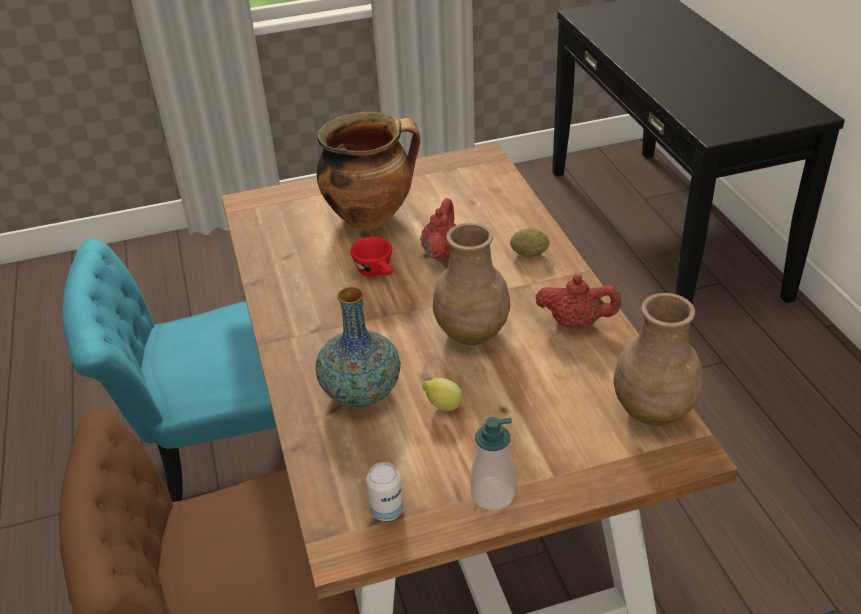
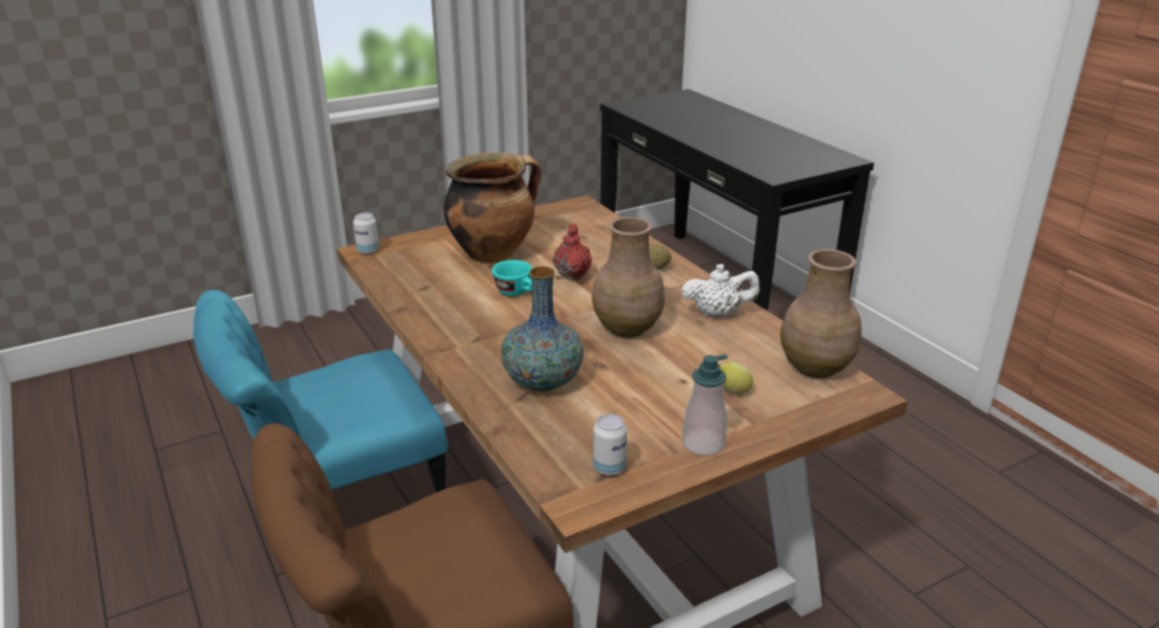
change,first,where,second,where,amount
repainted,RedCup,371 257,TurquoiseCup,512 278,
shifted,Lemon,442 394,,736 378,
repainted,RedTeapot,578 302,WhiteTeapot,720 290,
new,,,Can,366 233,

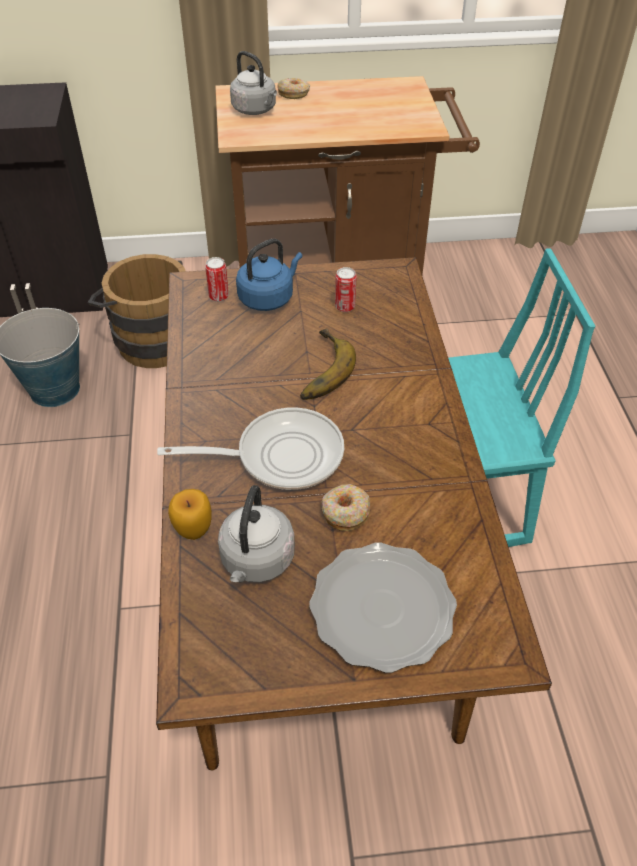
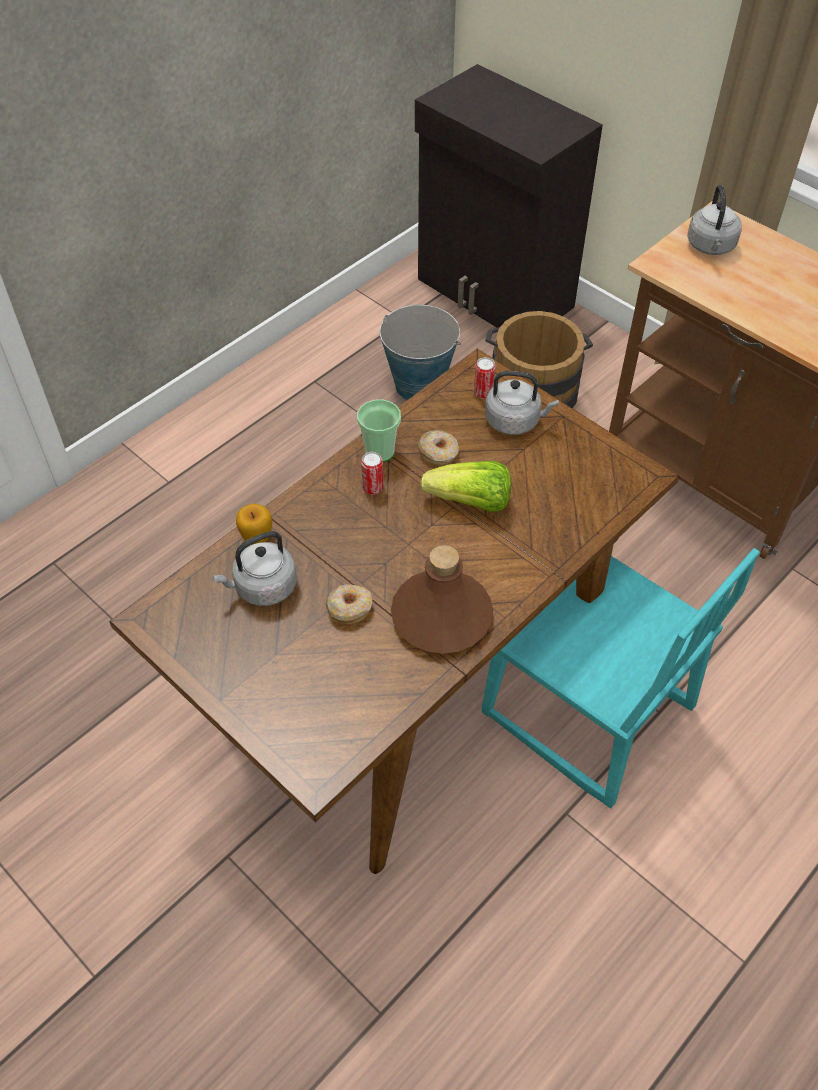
change,first,where,second,where,amount
gone,FryingPan,250 448,,,
repainted,BlueKettle,269 275,GreyKettle,522 403,
shifted,Donut,293 88,,438 447,
swapped,Banana,328 364,Lettuce,465 486,
gone,Plate,383 607,,,
shifted,Can,346 289,,372 473,
new,,,Cup,379 430,
new,,,BrownBottle,442 599,

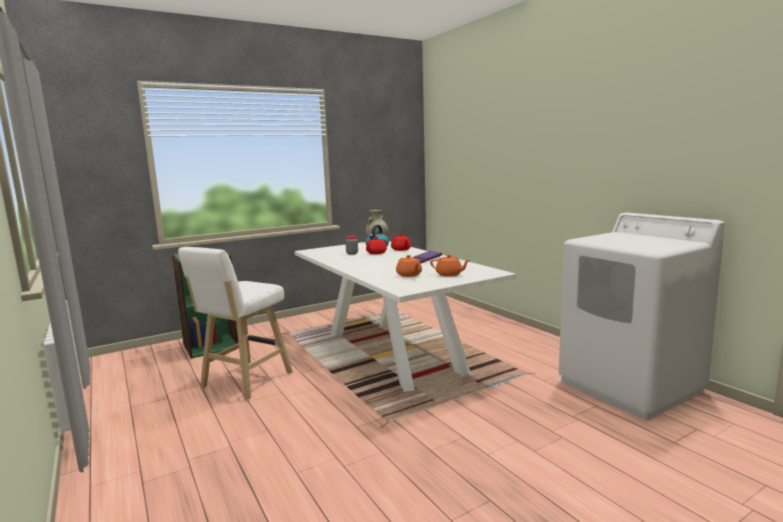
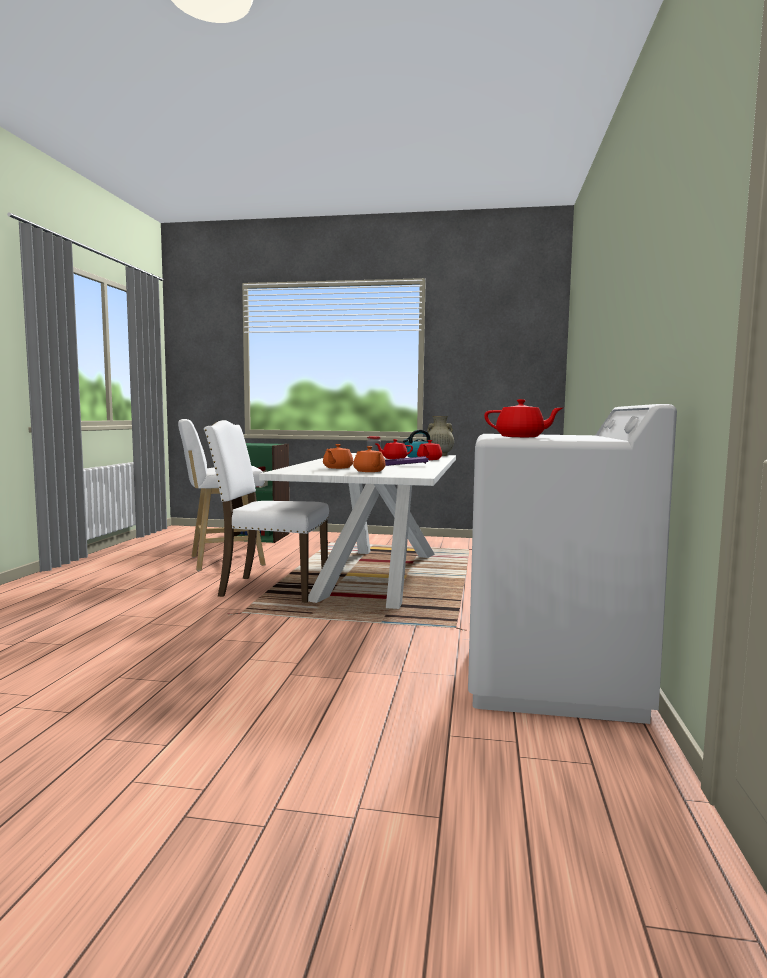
change,first,where,second,where,amount
new,,,WhiteChair,266 511,
new,,,RedTeapot,523 418,

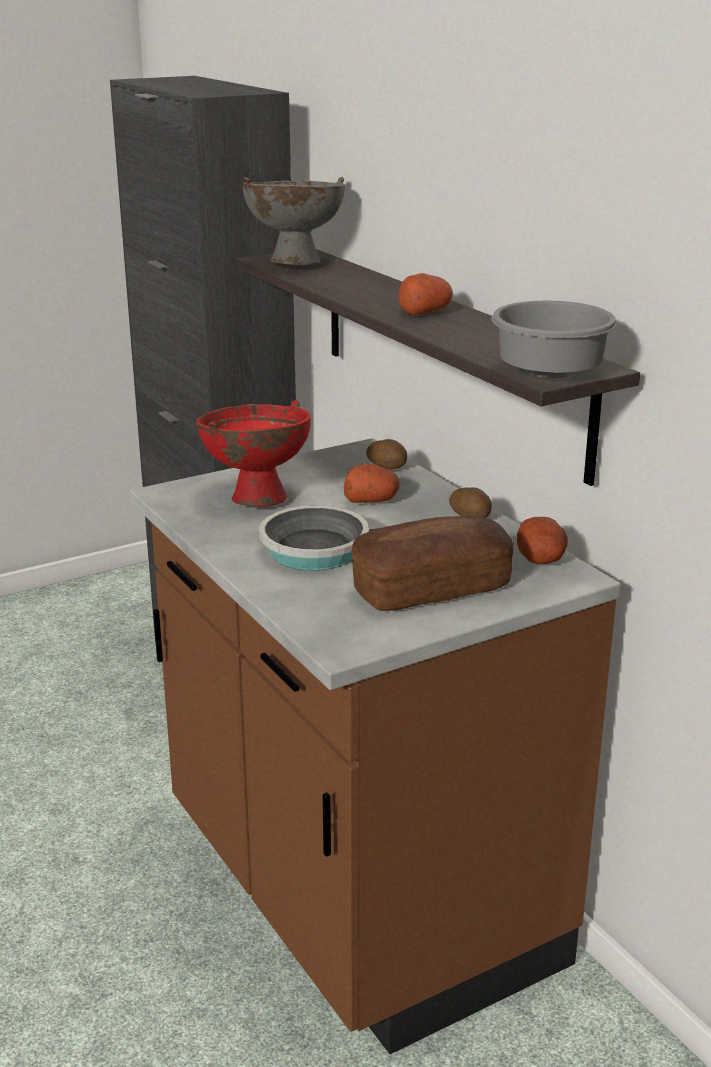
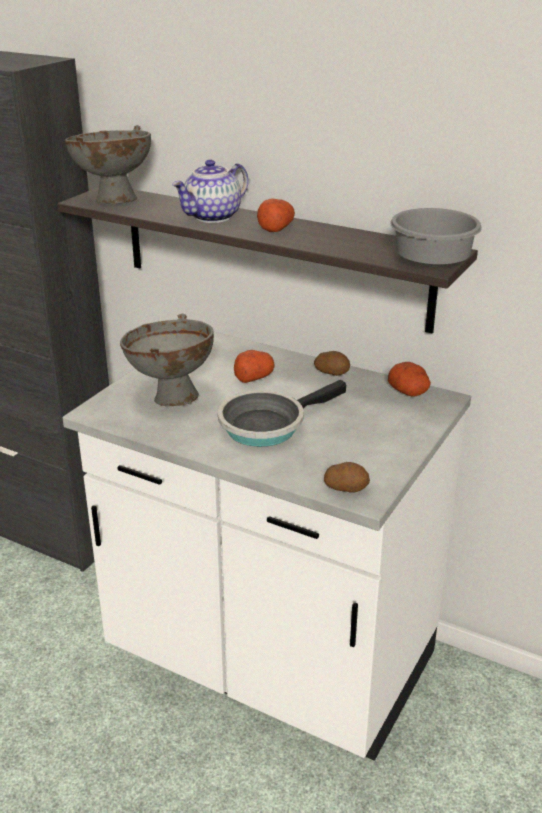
change,first,where,second,where,amount
repainted,BrownCounter,375 746,WhiteCounter,266 546,
repainted,RedBowl,253 453,GreyBowl,167 359,
gone,Bread,432 563,,,
shifted,Potato,386 454,,347 477,
new,,,Teapot,210 191,

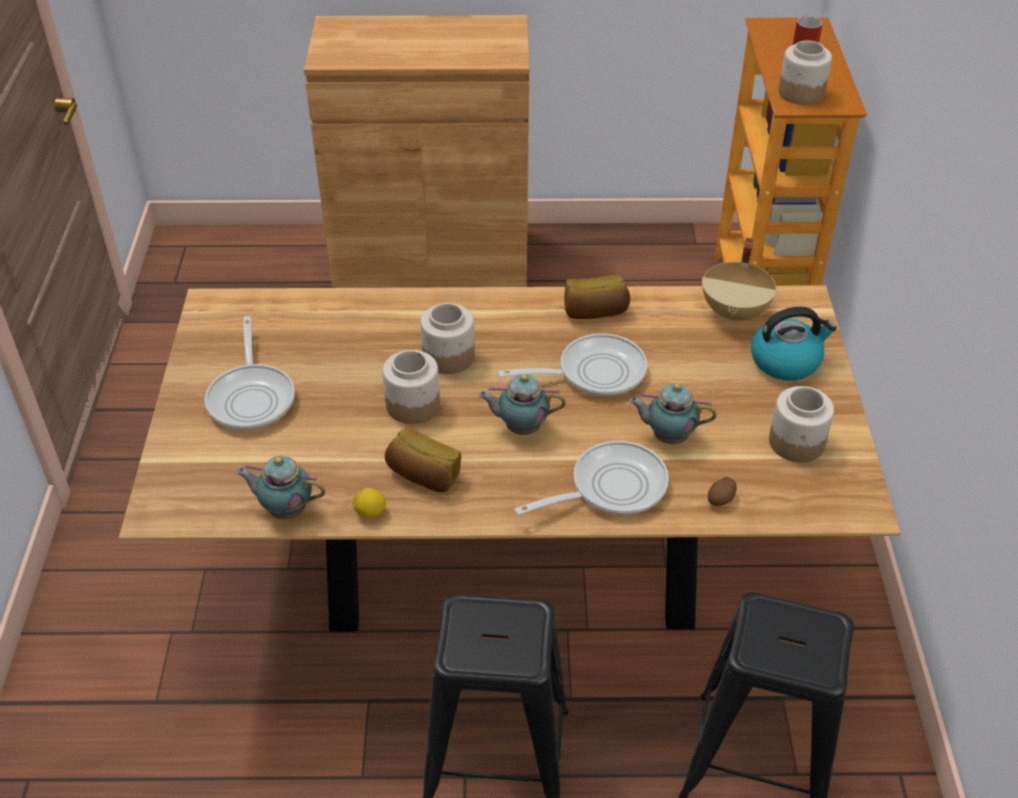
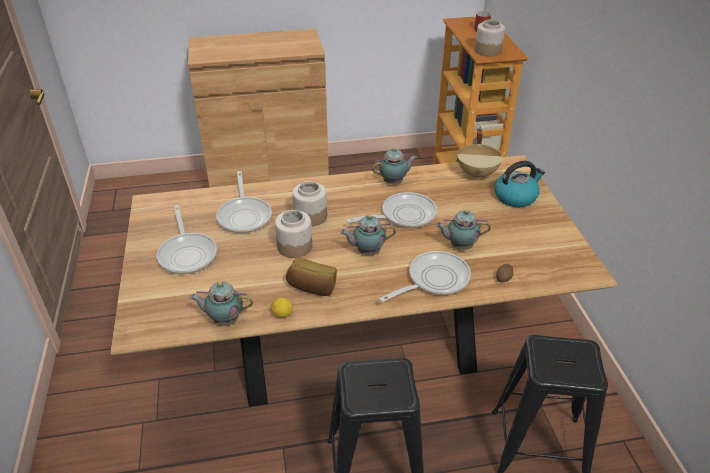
change,first,where,second,where,amount
swapped,Bread,597 297,Teapot,394 165,
gone,Jar,801 424,,,
new,,,FryingPan,244 202,

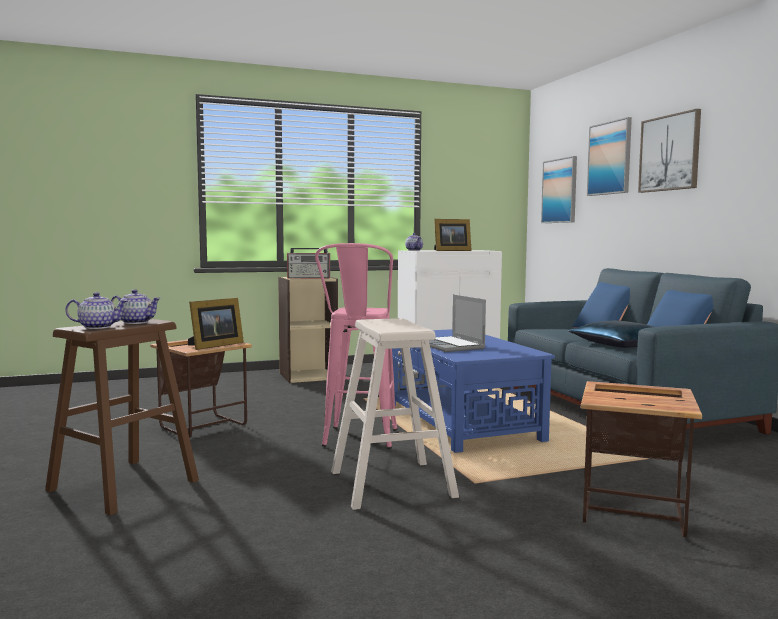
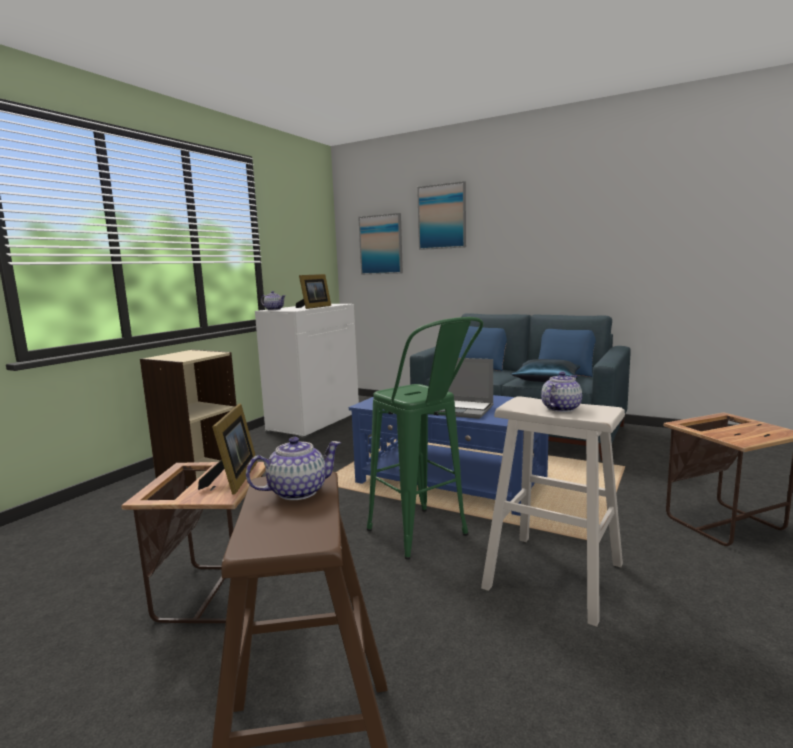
change,first,where,second,where,amount
shifted,Teapot,96 310,,561 391,
gone,Radio,308 263,,,
repainted,PinkStool,356 346,GreenStool,425 438,
gone,Picture,669 151,,,

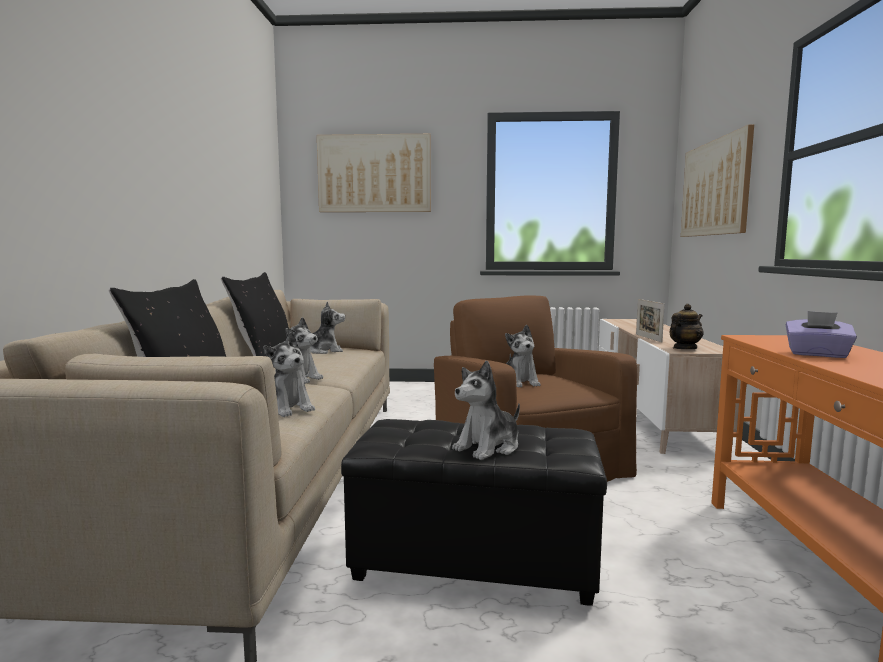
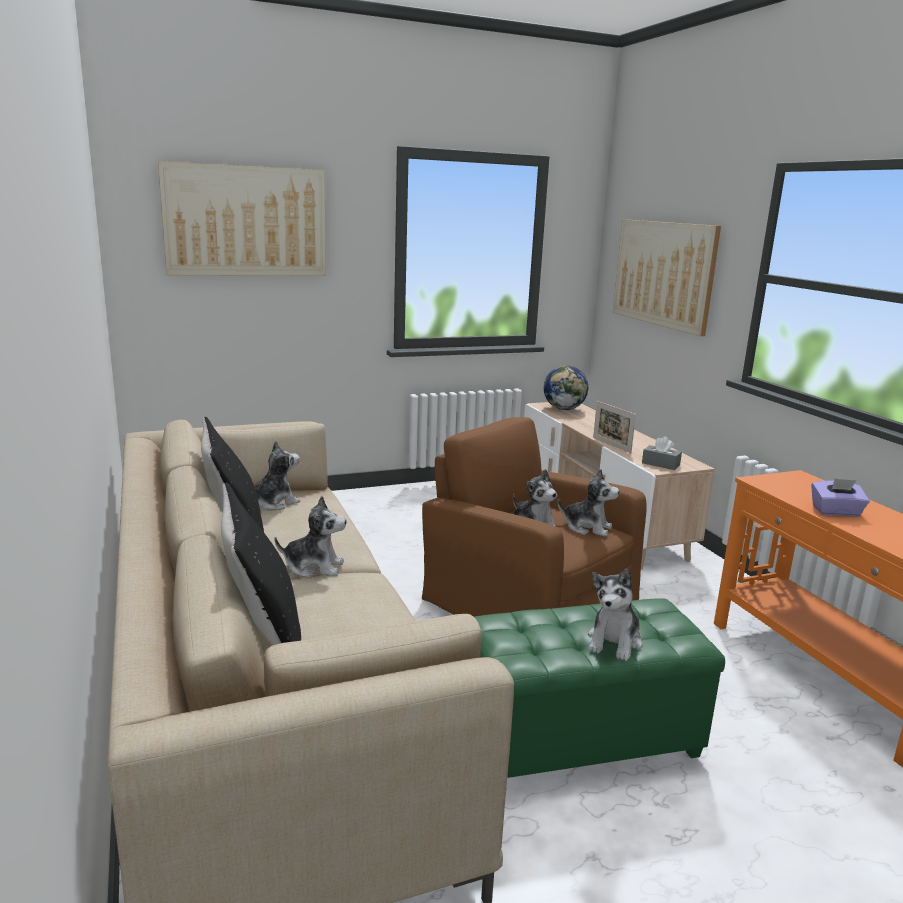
change,first,where,second,where,amount
shifted,PlushToy,289 374,,588 503,
repainted,BlackOttoman,474 512,GreenOttoman,599 688,
swapped,Teapot,687 326,GreyTissueBox,662 453,
new,,,Globe,566 387,

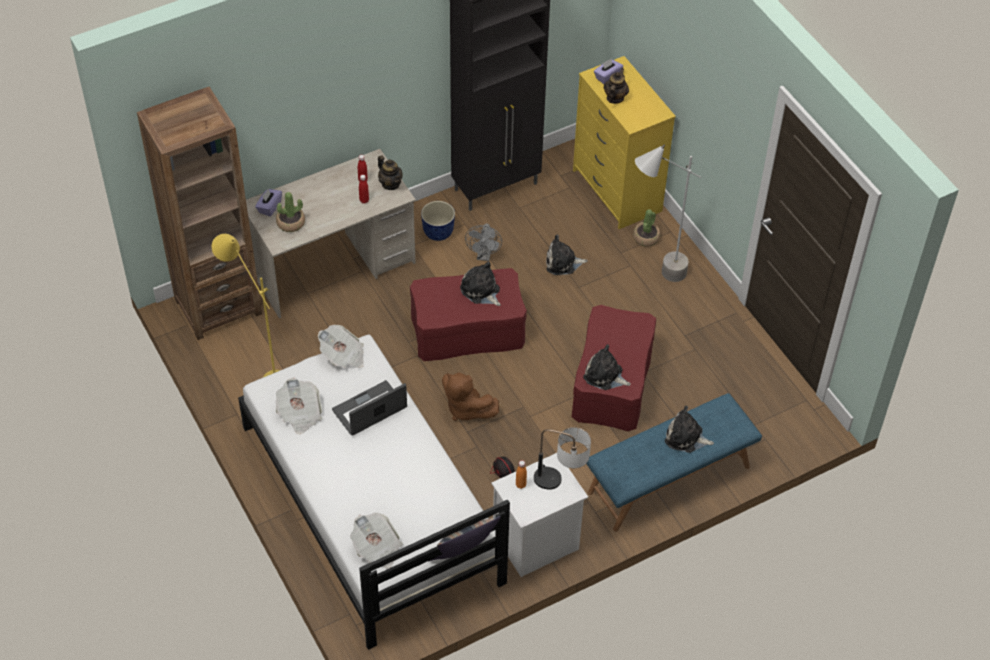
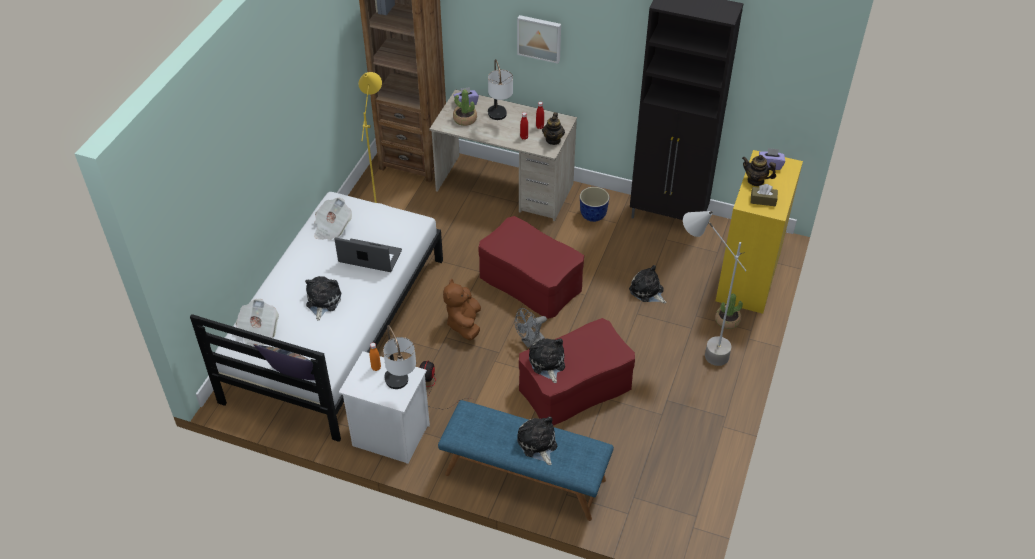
change,first,where,second,where,amount
gone,Newspaper,341 346,,,
shifted,PlushToy,480 284,,323 298,
shifted,GreyFan,483 242,,531 328,
rotated,Teapot,616 86,,759 170,135 degrees counterclockwise
new,,,TableLamp,500 89,
new,,,Picture,539 39,
new,,,BrownTissueBox,764 195,

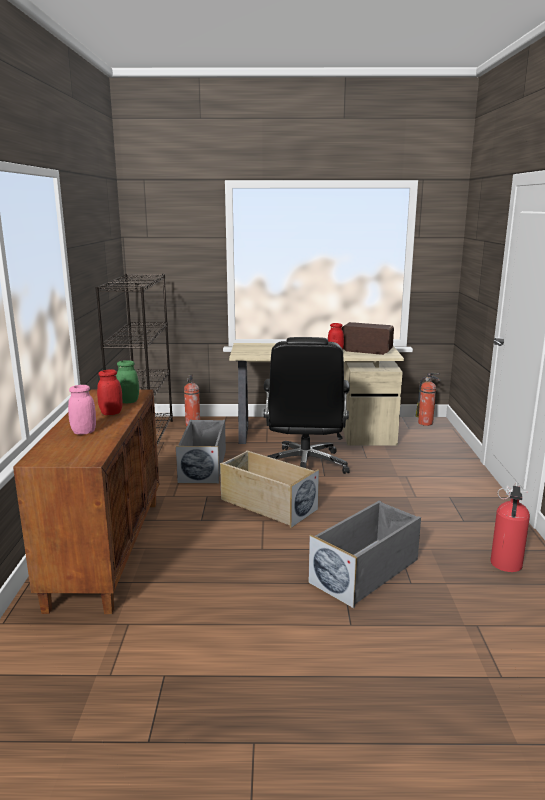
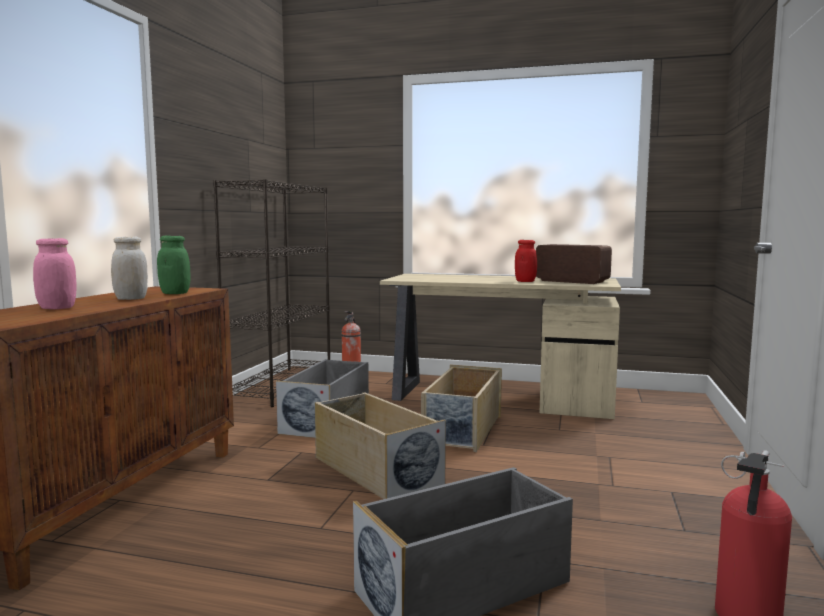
change,first,where,second,where,amount
repainted,RedJar,109 392,WhiteJar,129 268,
swapped,BlackOfficeChair,307 405,BeigeStorageBox,461 408,
gone,FireExtinguisher,428 399,,,

